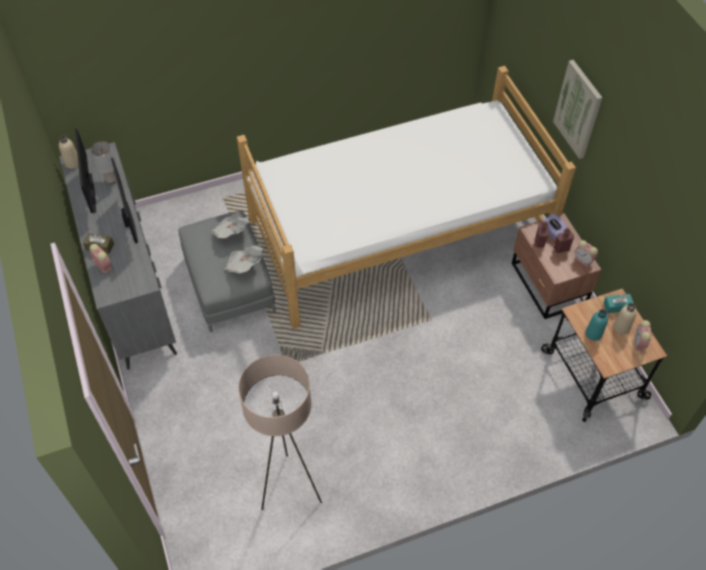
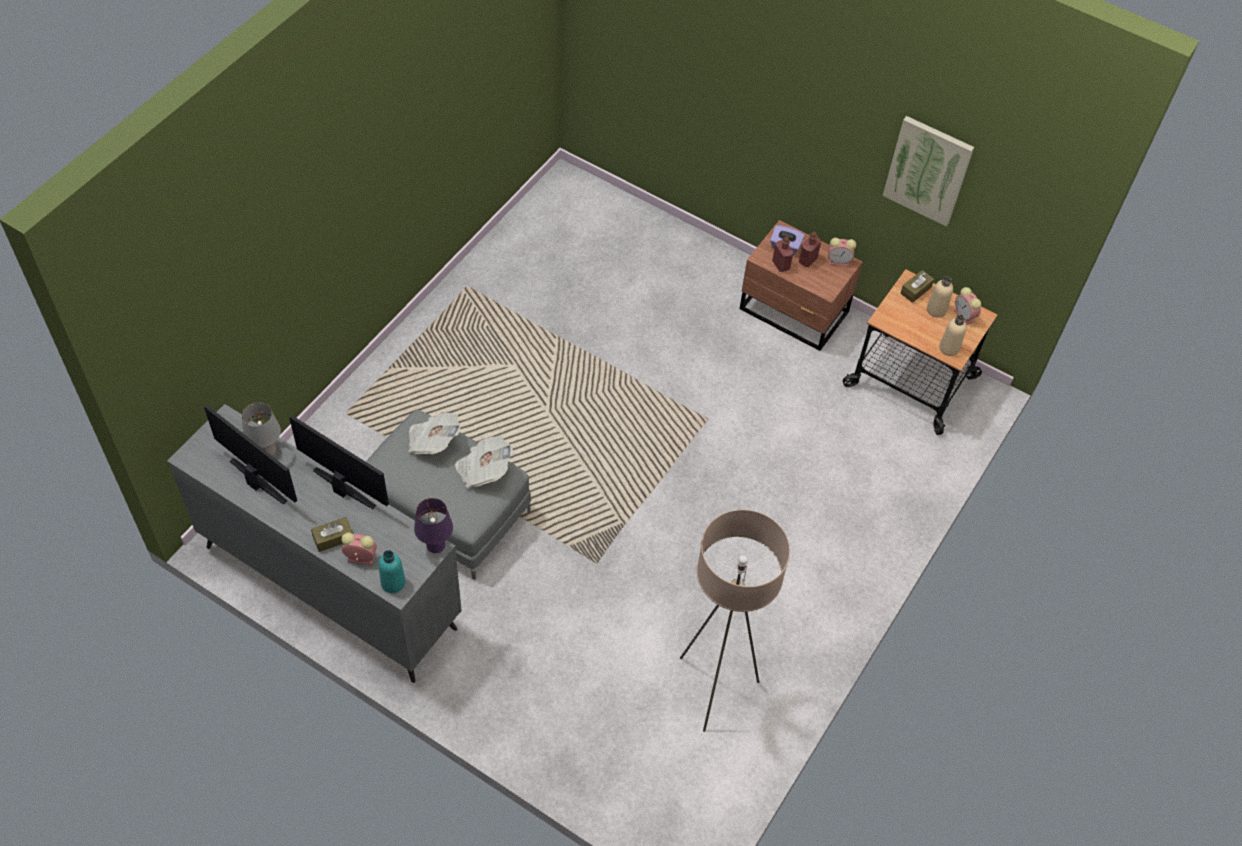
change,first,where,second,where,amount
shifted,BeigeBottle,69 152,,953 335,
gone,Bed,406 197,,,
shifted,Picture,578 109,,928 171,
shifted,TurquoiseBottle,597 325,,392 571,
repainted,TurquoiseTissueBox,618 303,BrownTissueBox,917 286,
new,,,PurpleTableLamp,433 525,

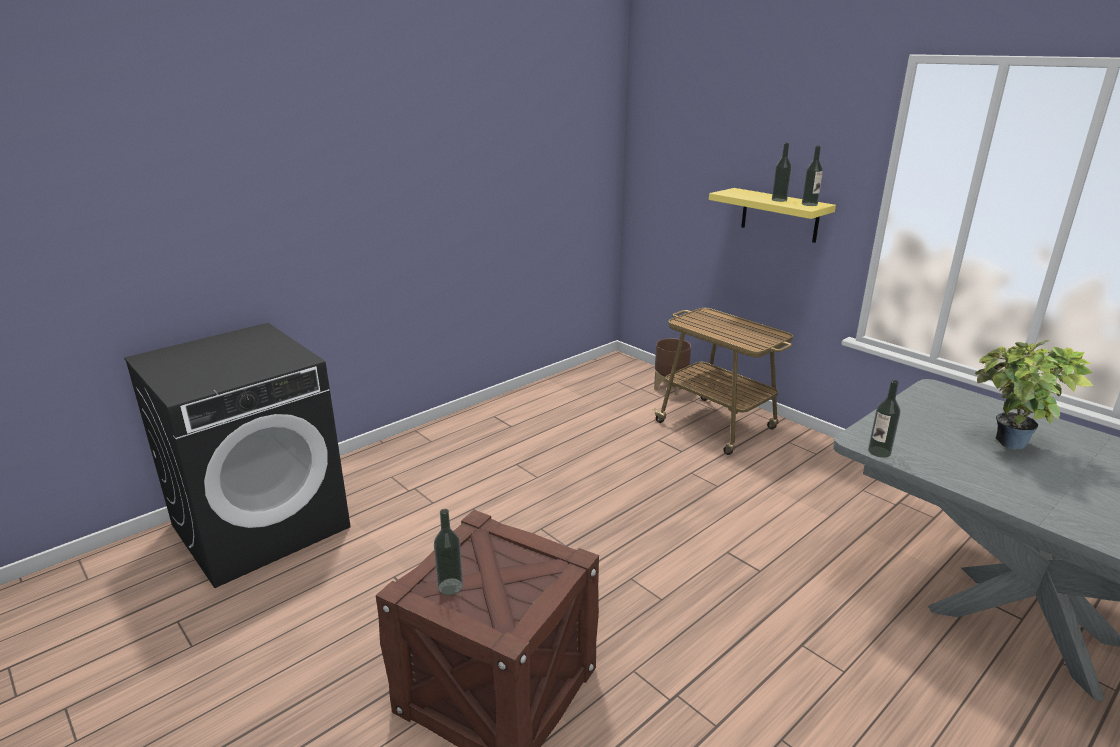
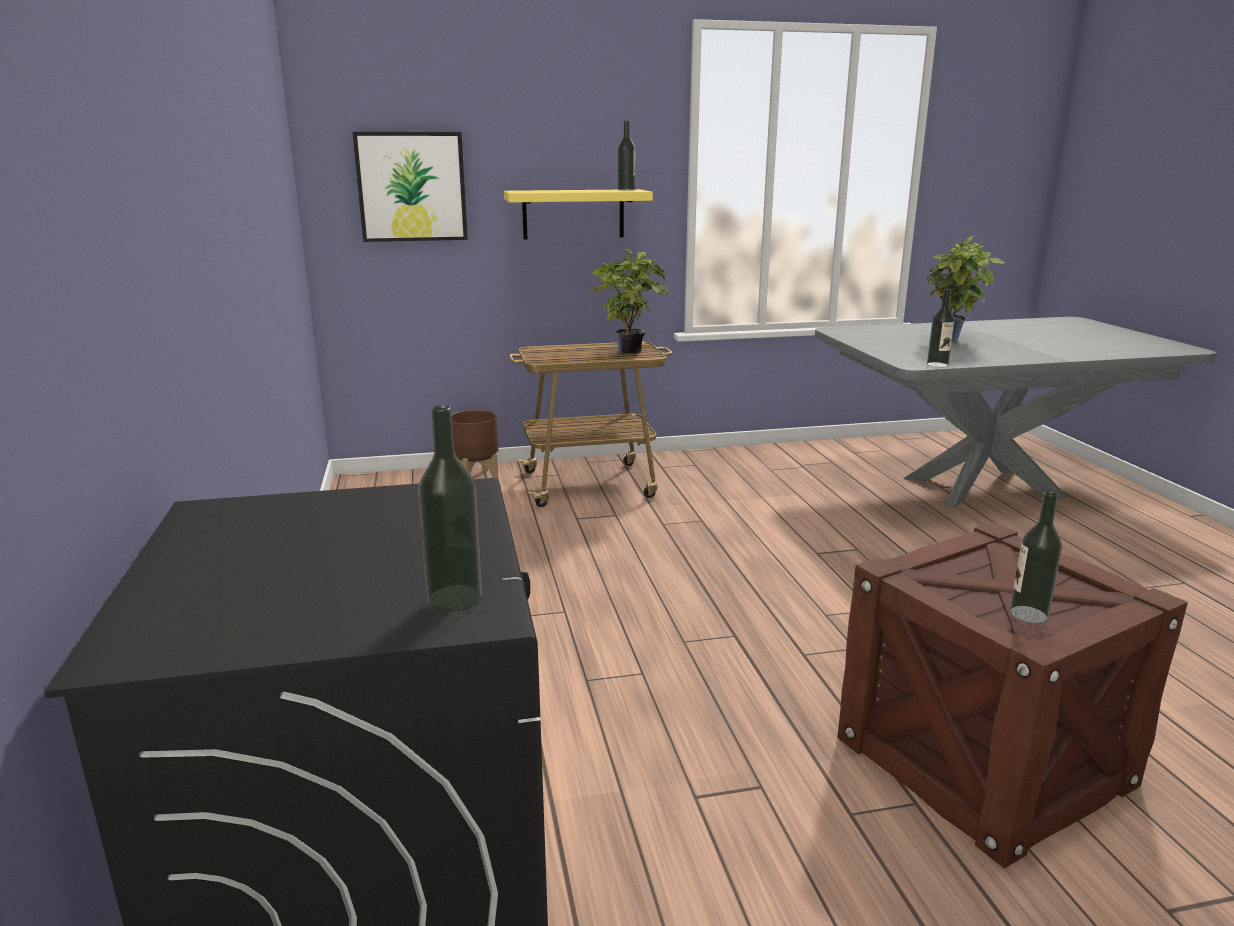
change,first,where,second,where,amount
shifted,Bottle,782 172,,450 508,
new,,,Picture,410 187,
new,,,PottedPlant,629 301,

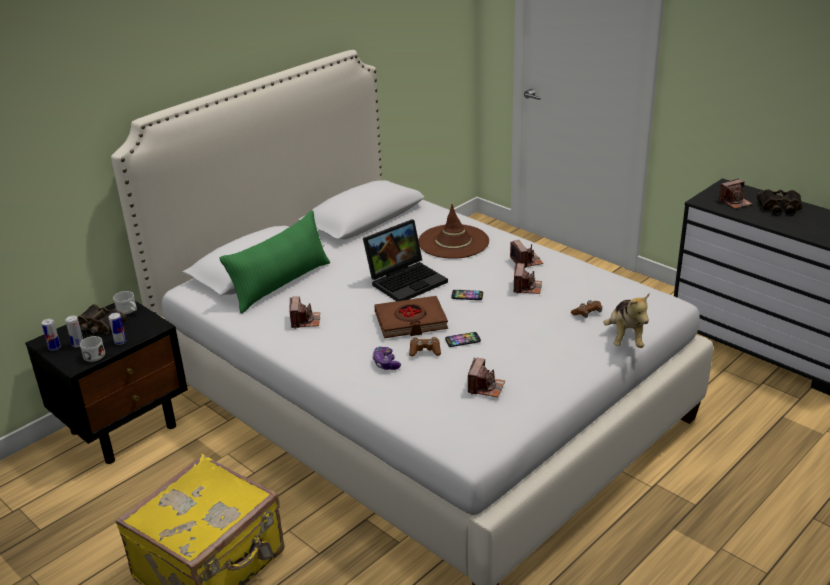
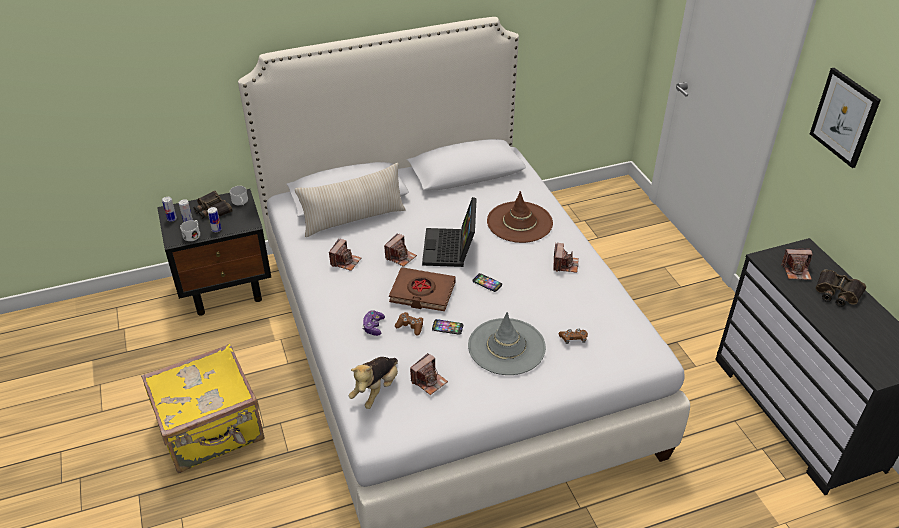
change,first,where,second,where,amount
repainted,GreenPillow,275 261,BeigePillow,350 200,
rotated,Laptop,405 260,,449 232,105 degrees clockwise
shifted,PhotoCamera,527 278,,400 250,
shifted,PlushToy,626 321,,373 383,
new,,,GreyHat,507 343,
new,,,Picture,845 118,

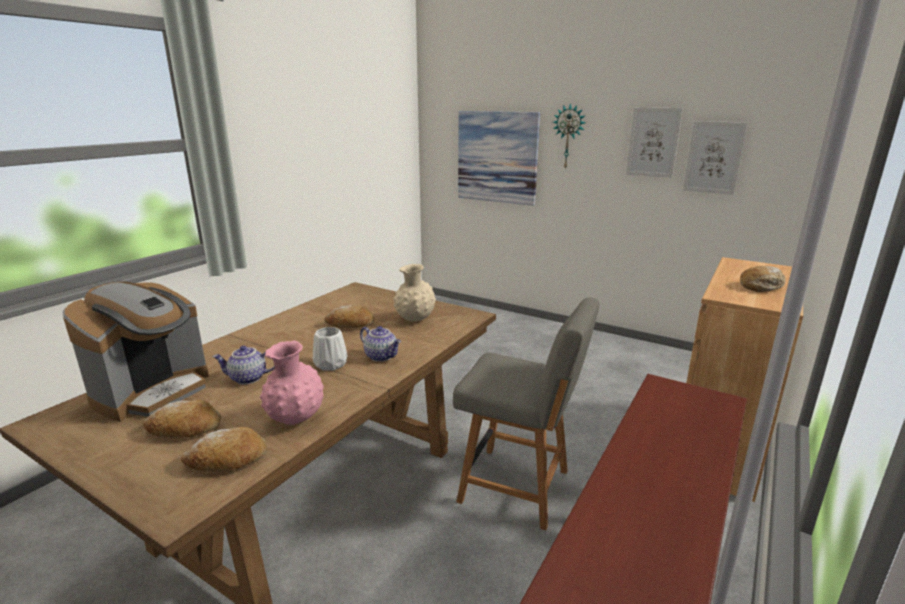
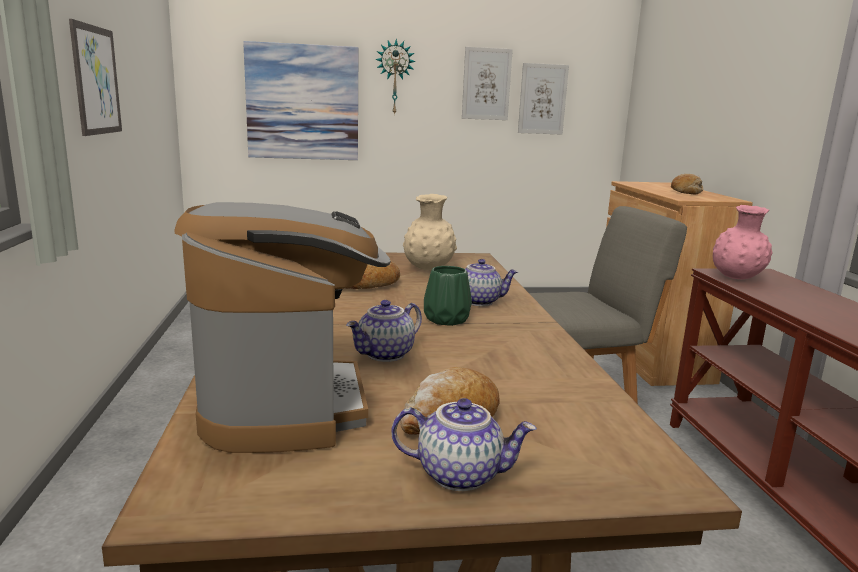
change,first,where,second,where,amount
gone,Bread,224 449,,,
shifted,PinkVase,292 382,,743 242,
repainted,WhiteVase,330 349,GreenVase,448 296,
new,,,Picture,95 77,
new,,,Teapot,464 444,

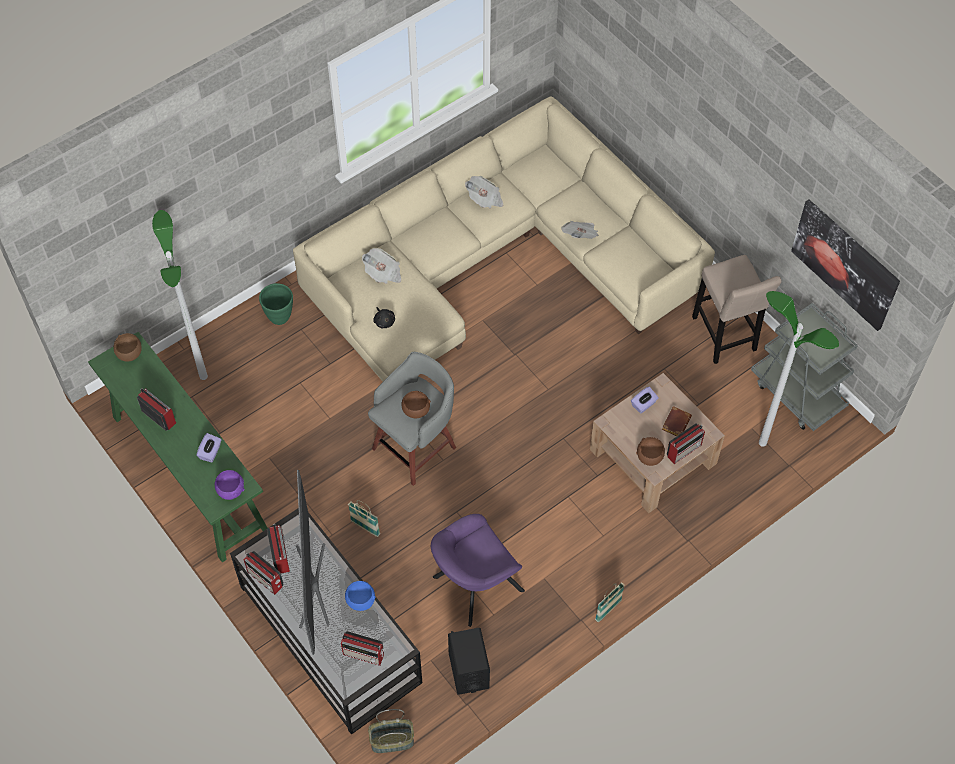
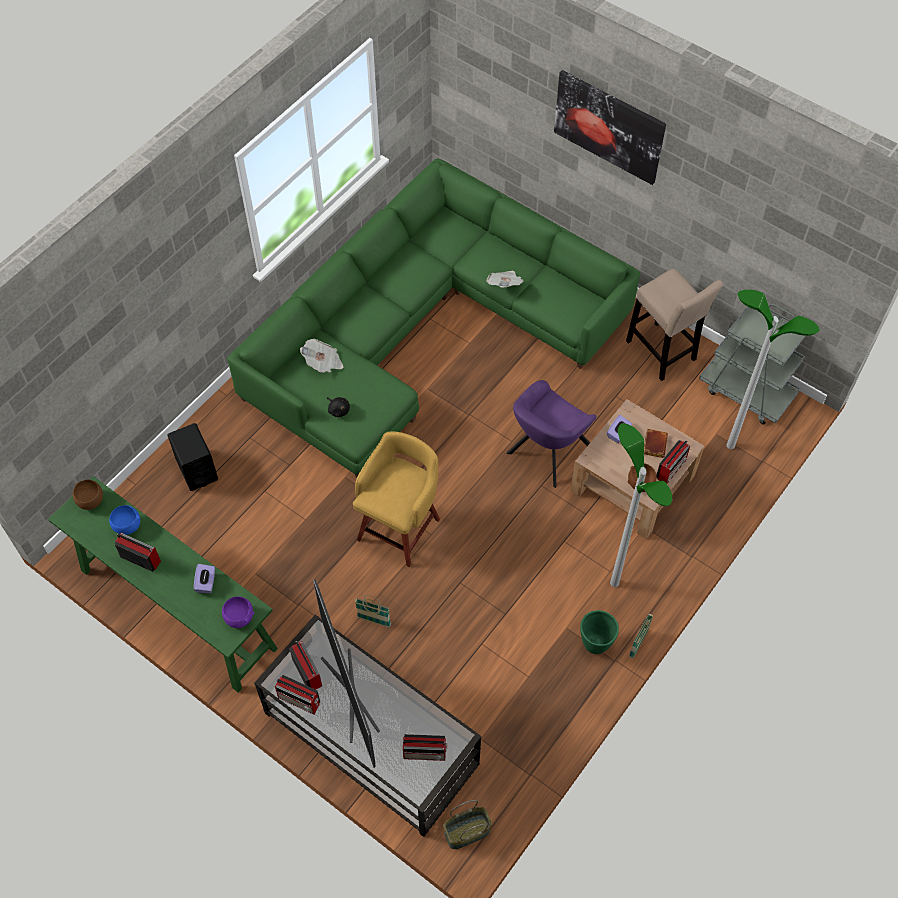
change,first,where,second,where,amount
shifted,FloorLamp,180 295,,641 505,
shifted,GreenPlanter,276 304,,599 632,
repainted,BeigeSofa,504 238,GreenSofa,433 318,
shifted,BlueBowl,360 596,,124 520,
repainted,GreyStool,412 419,YellowStool,396 499,
gone,BrownBowl,416 404,,,
shifted,PurpleArmchair,478 570,,552 434,
shifted,BlackSpeaker,469 661,,192 457,
gone,Newspaper,484 192,,,
shifted,Picture,845 265,,610 127,

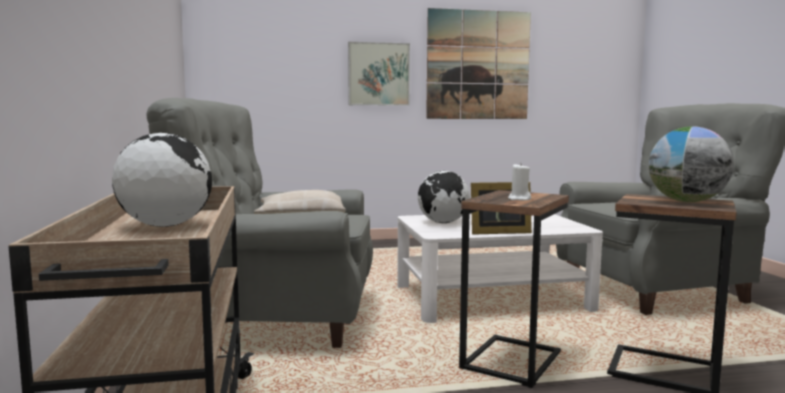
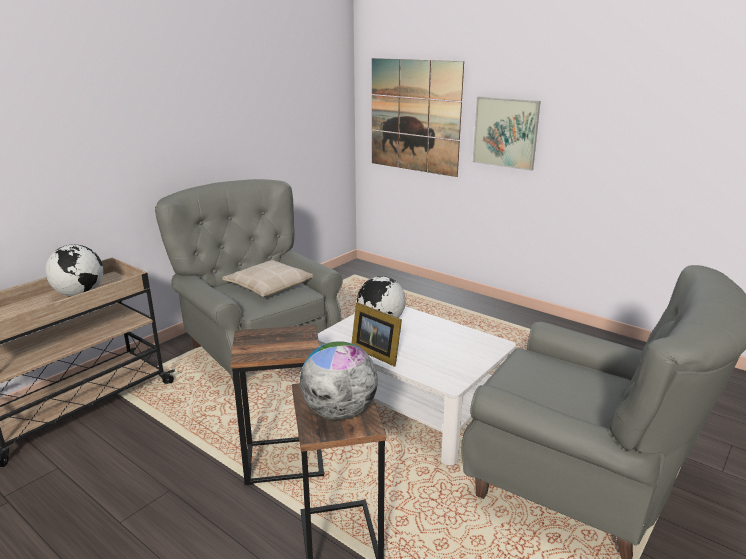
change,first,where,second,where,amount
shifted,Picture,478 63,,418 117,
gone,WhiteCandle,519 182,,,

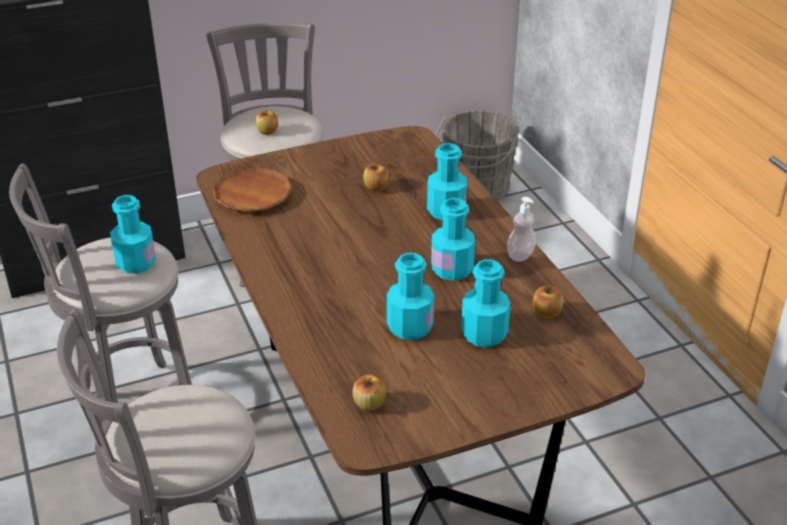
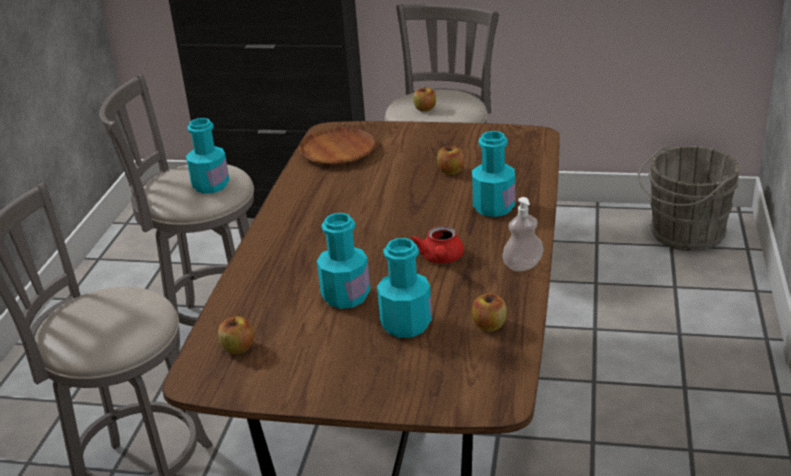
change,first,where,second,where,amount
swapped,TurquoiseBottle,453 239,RedTeapot,437 244,

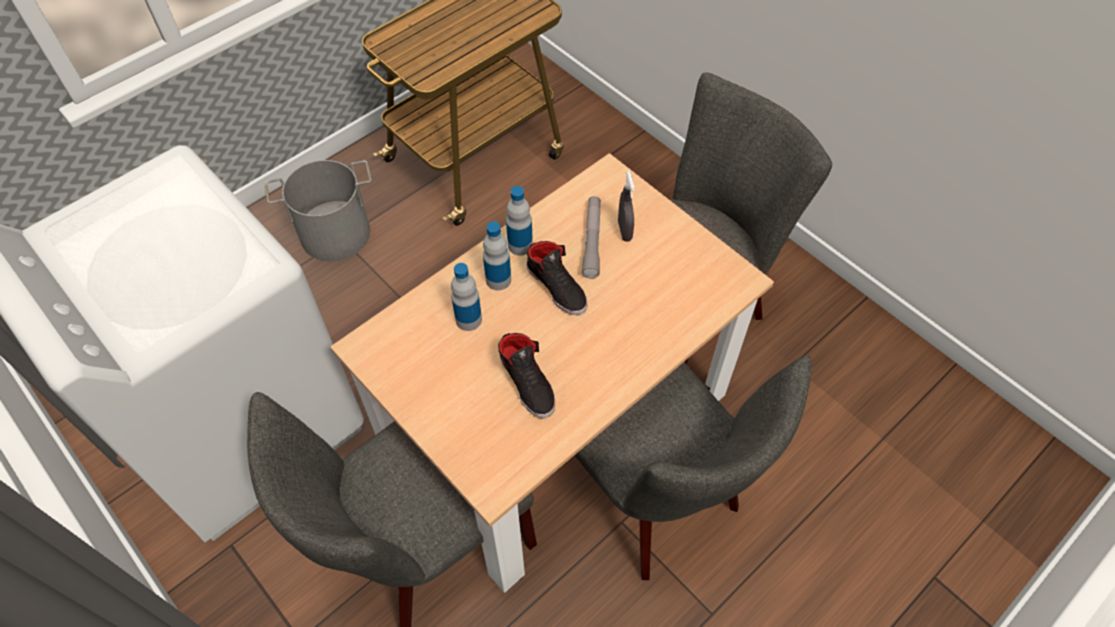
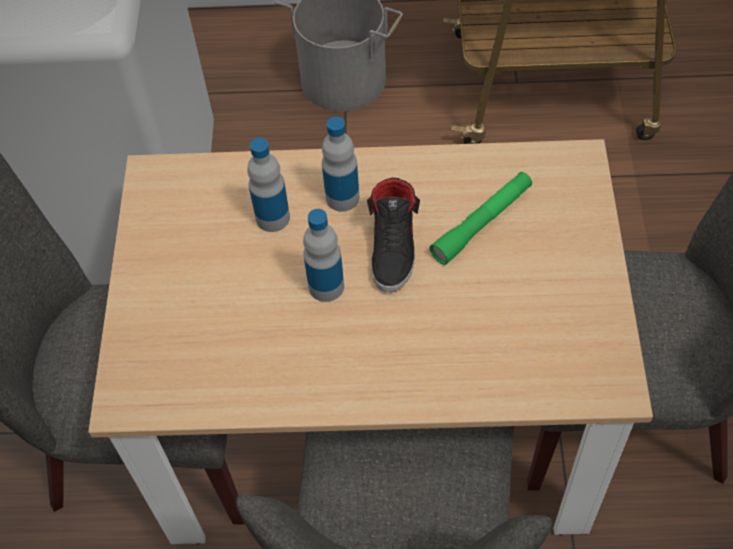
change,first,where,second,where,amount
gone,BlackShoe,526 376,,,
shifted,Bottle,519 221,,323 255,
repainted,GreyFlashlight,591 237,GreenFlashlight,480 218,
gone,GreySprayBottle,626 206,,,

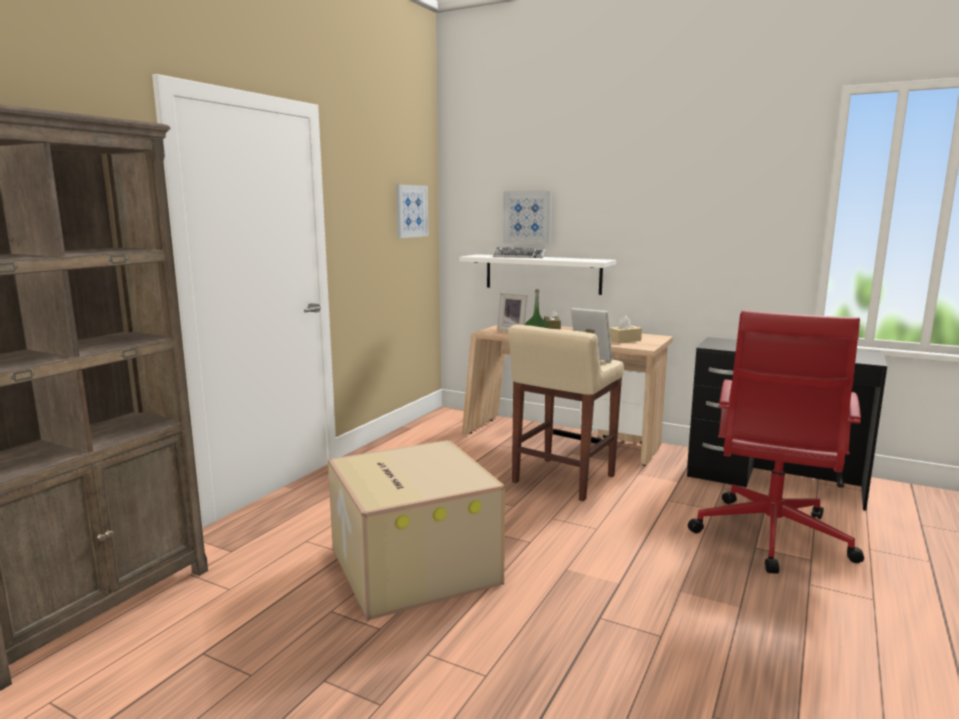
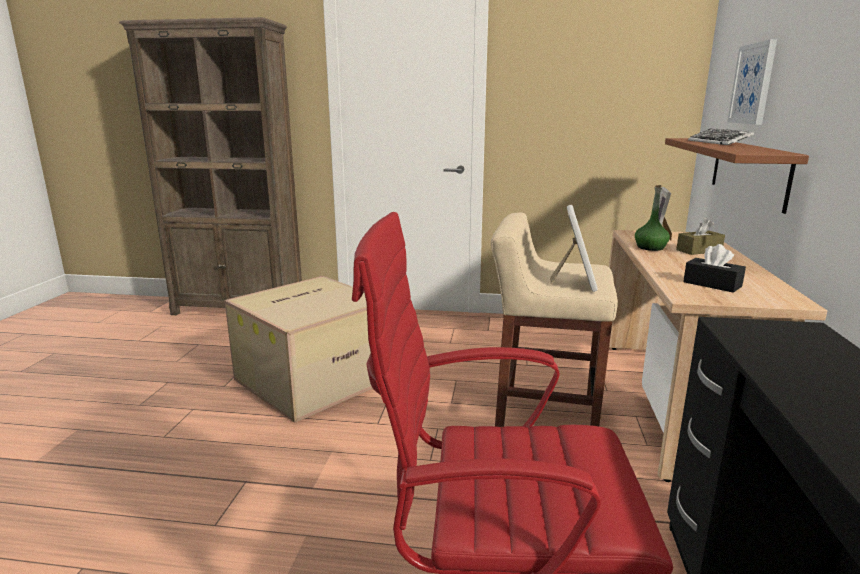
change,first,where,second,where,amount
gone,Picture,412 211,,,
repainted,WhiteShelf,537 274,BrownShelf,737 176,
repainted,BeigeTissueBox,626 329,BlackTissueBox,714 268,

